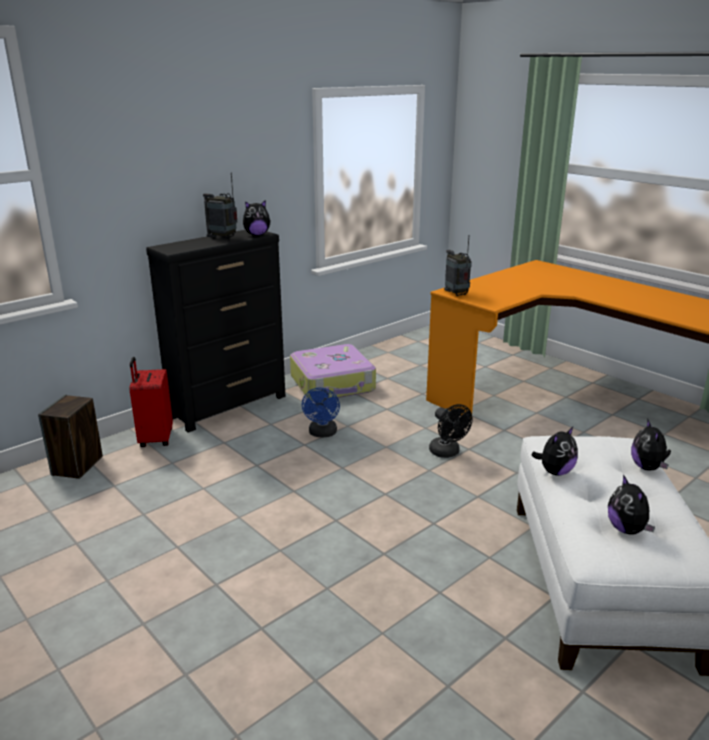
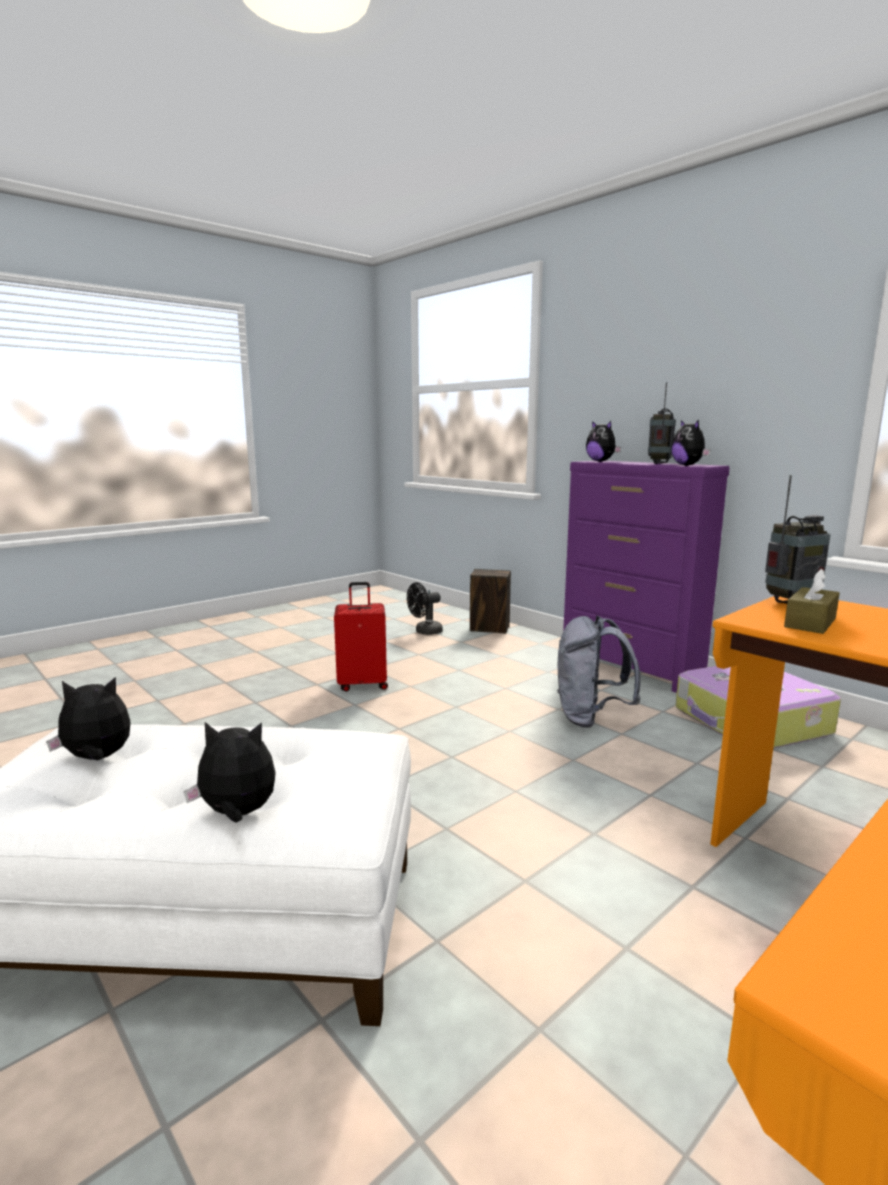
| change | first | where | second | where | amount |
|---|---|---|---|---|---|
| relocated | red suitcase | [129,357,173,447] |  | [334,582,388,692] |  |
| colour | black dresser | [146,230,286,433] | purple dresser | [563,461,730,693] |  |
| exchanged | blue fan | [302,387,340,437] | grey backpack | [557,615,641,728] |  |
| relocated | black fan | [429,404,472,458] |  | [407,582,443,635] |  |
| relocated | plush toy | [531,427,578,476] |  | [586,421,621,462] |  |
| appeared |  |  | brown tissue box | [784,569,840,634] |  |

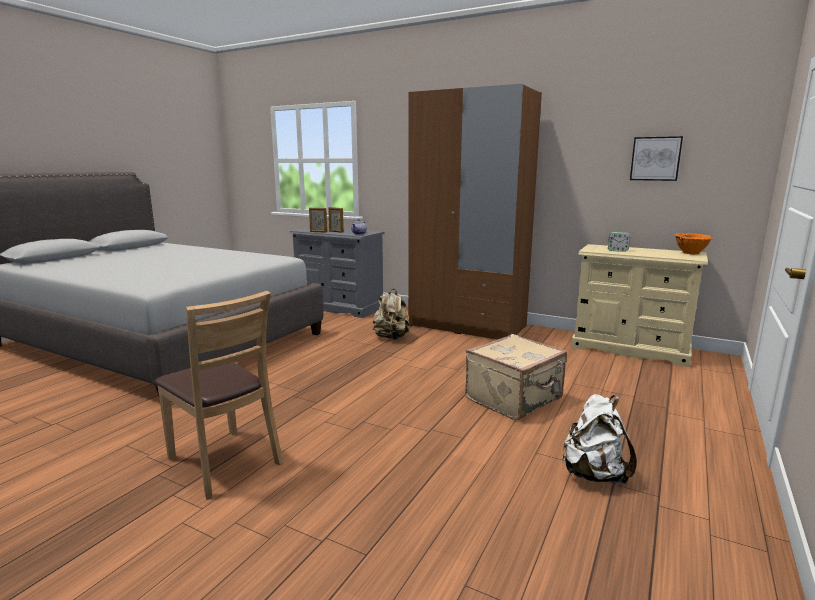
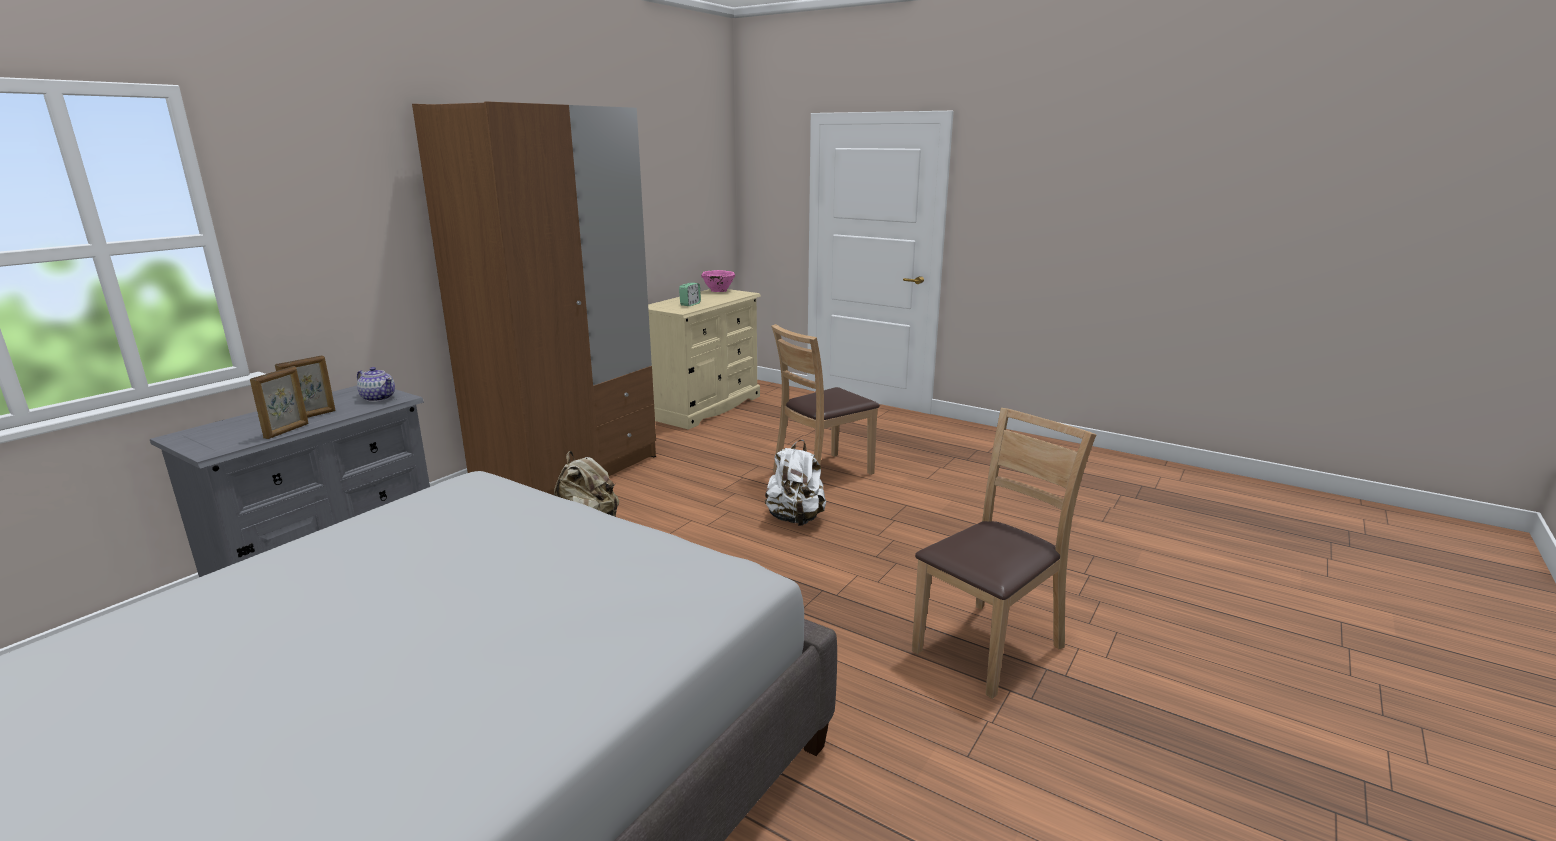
| change | first | where | second | where | amount |
|---|---|---|---|---|---|
| exchanged | beige suitcase | [465,334,567,420] | brown chair | [771,324,880,475] |  |
| relocated | white backpack | [561,394,637,484] |  | [765,440,826,526] |  |
| missing | picture | [630,136,683,181] |  |  |  |
| colour | orange bowl | [675,233,712,255] | pink bowl | [701,270,735,292] |  |

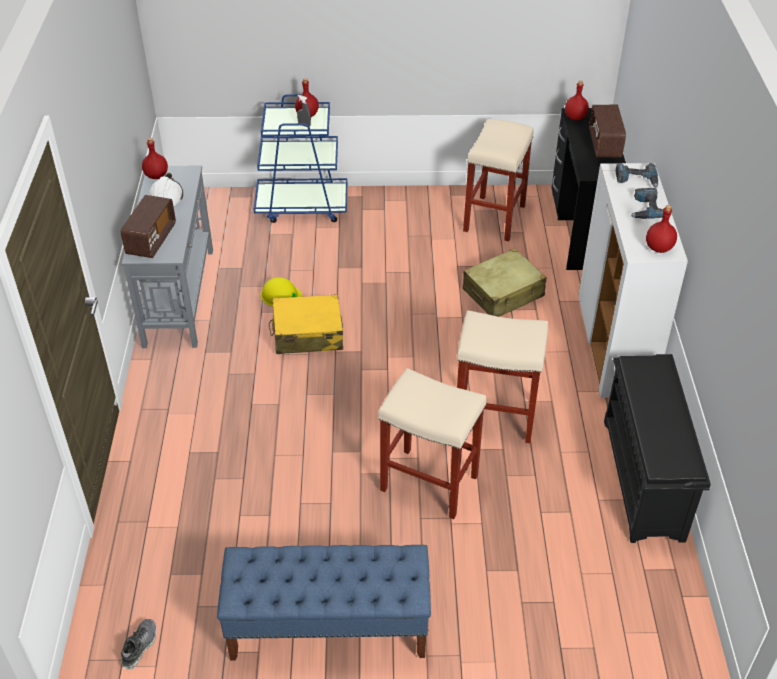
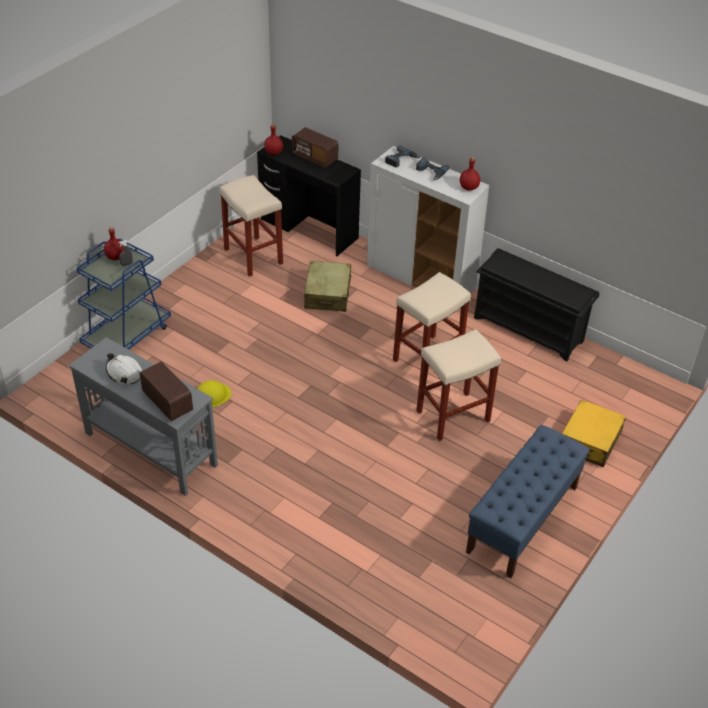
| change | first | where | second | where | amount |
|---|---|---|---|---|---|
| missing | shoe | [121,619,157,670] |  |  |  |
| missing | red bottle | [142,138,168,179] |  |  |  |
| relocated | yellow suitcase | [269,294,343,354] |  | [562,399,626,467] |  |

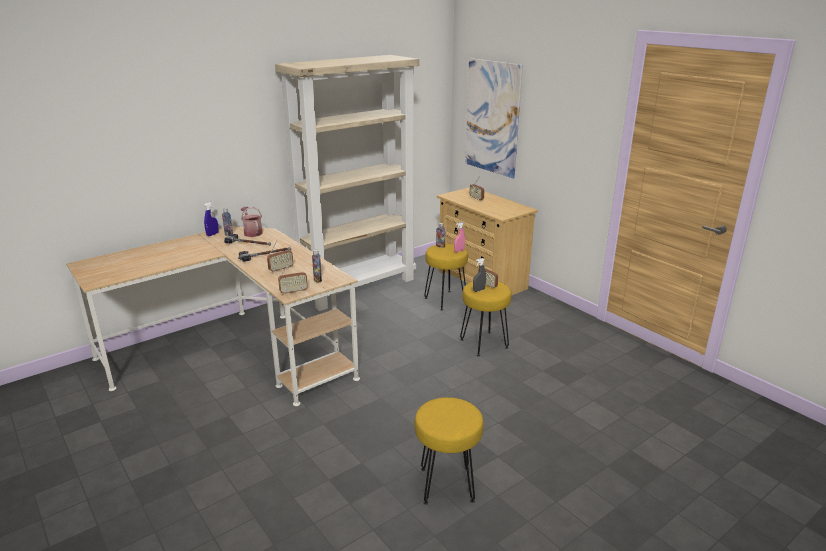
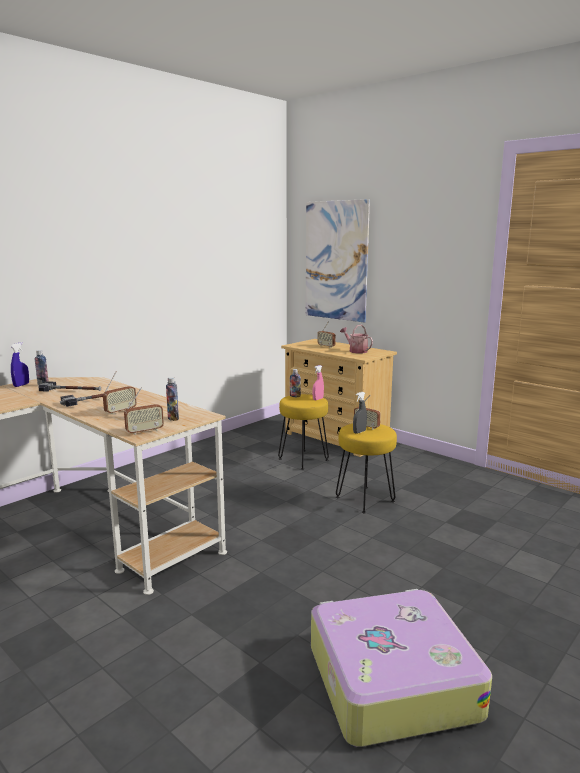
| change | first | where | second | where | amount |
|---|---|---|---|---|---|
| relocated | watering can | [241,207,263,237] |  | [340,325,373,353] |  |
| missing | beige bookcase | [275,55,419,311] |  |  |  |
| exchanged | yellow stool | [415,397,484,505] | suitcase | [311,589,492,747] |  |

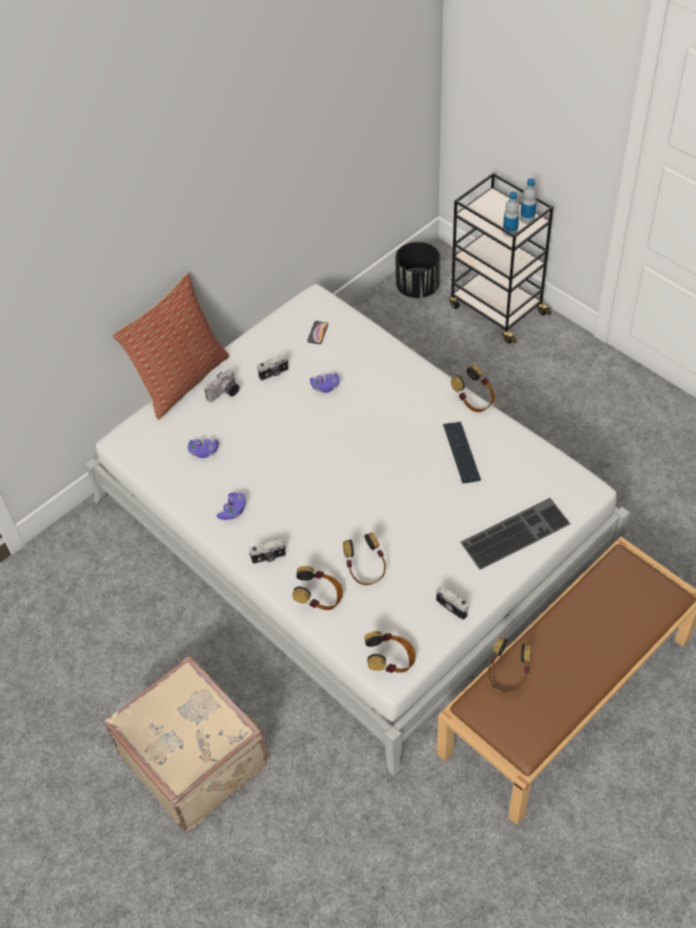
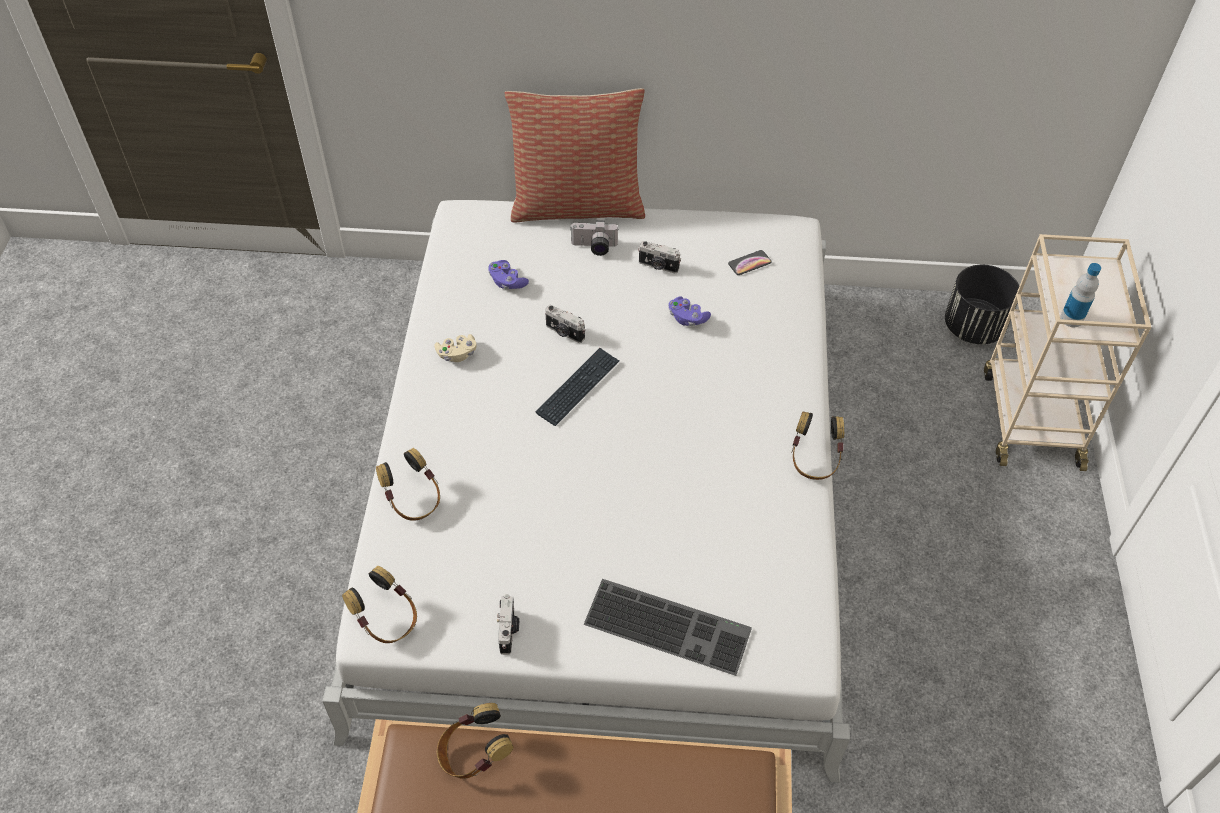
| change | first | where | second | where | amount |
|---|---|---|---|---|---|
| missing | beige suitcase | [105,656,267,832] |  |  |  |
| colour | purple game controller | [217,492,246,520] | beige game controller | [435,334,477,362] |  |
| relocated | photo camera | [249,539,286,564] |  | [545,305,585,343] |  |
| missing | headphones | [343,532,386,585] |  |  |  |
| relocated | keyboard | [443,422,481,483] |  | [536,348,619,426] |  |
| colour | black cart | [449,173,553,344] | beige cart | [984,234,1151,471] |  |
| missing | bottle | [520,178,537,224] |  |  |  |

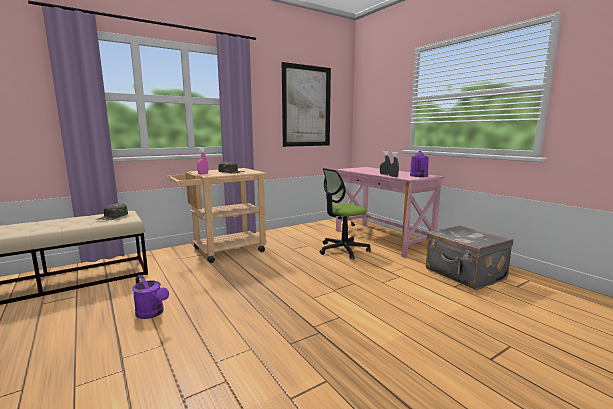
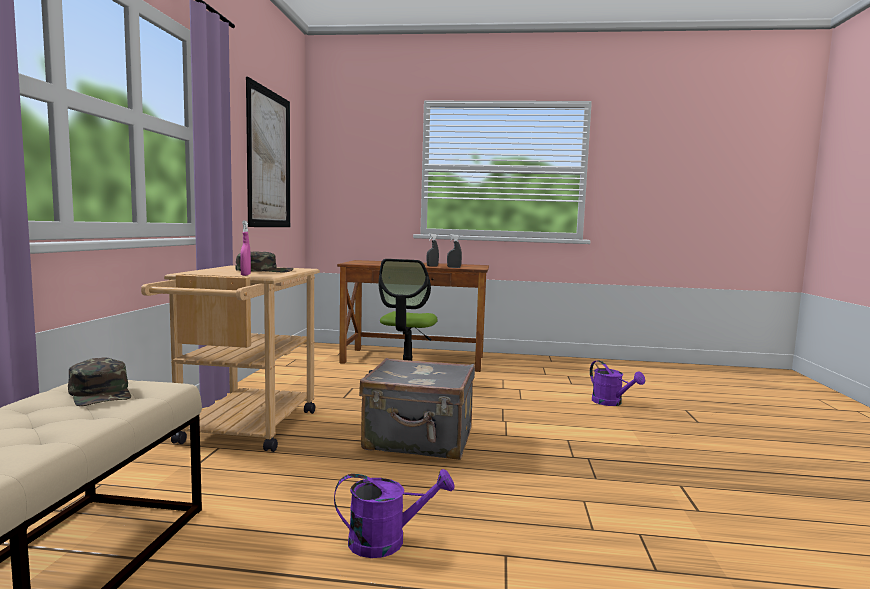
| change | first | where | second | where | amount |
|---|---|---|---|---|---|
| colour | pink desk | [335,167,444,258] | brown desk | [337,260,489,372] |  |
| relocated | purple watering can | [410,151,429,177] |  | [590,360,645,406] |  |
| relocated | grey suitcase | [426,225,513,290] |  | [359,358,475,460] |  |

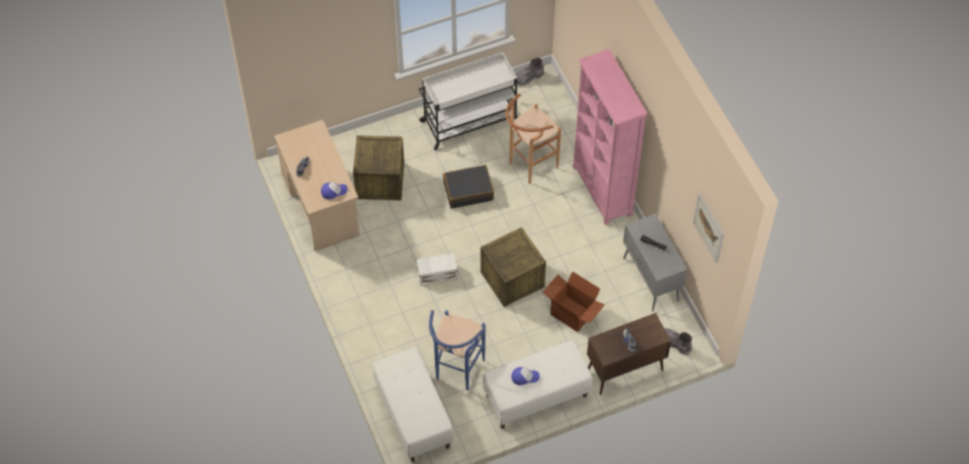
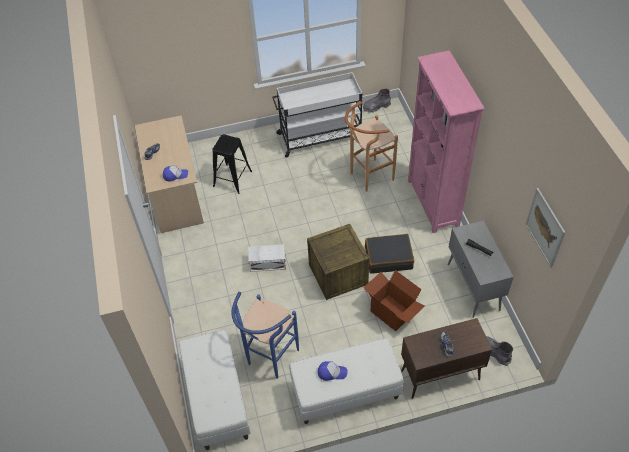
| change | first | where | second | where | amount |
|---|---|---|---|---|---|
| exchanged | crate | [353,135,404,200] | black stool | [212,134,252,194] |  |
| relocated | black suitcase | [443,165,494,209] |  | [365,234,414,274] |  |

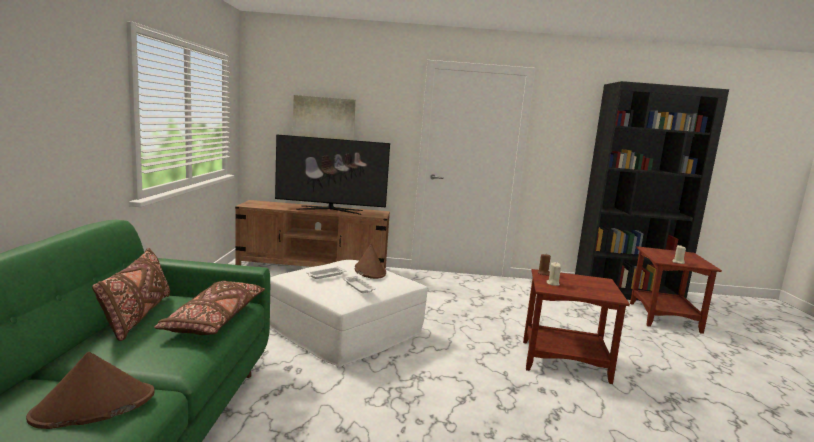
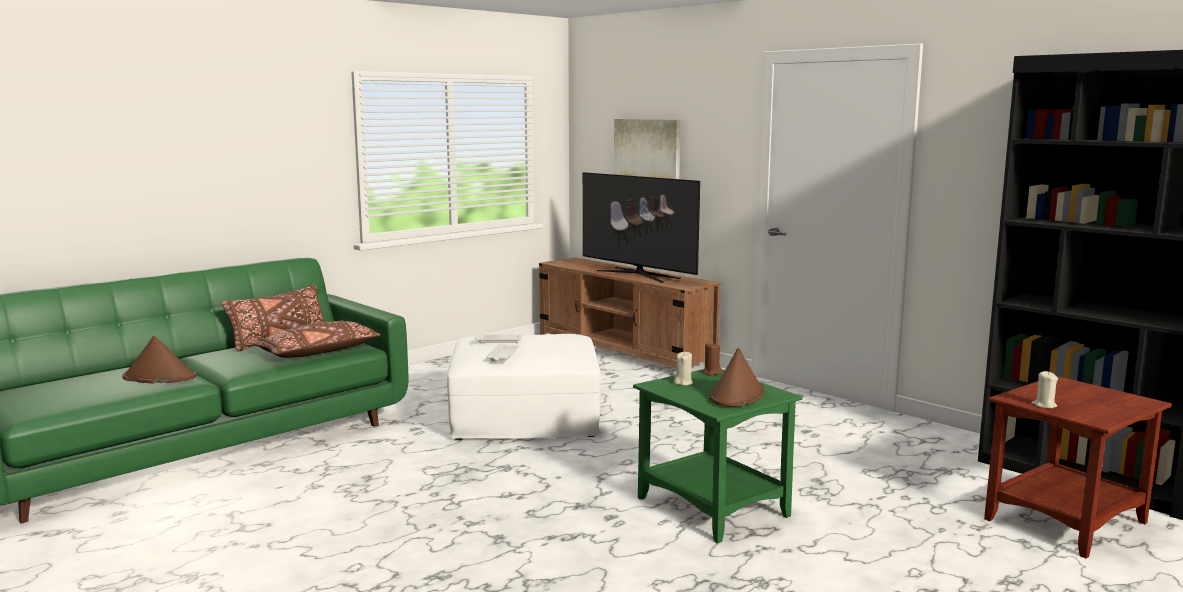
| change | first | where | second | where | amount |
|---|---|---|---|---|---|
| relocated | brown hat | [355,243,386,279] |  | [709,348,765,407] |  |
| colour | brown side table | [523,269,630,384] | green side table | [633,369,802,543] |  |

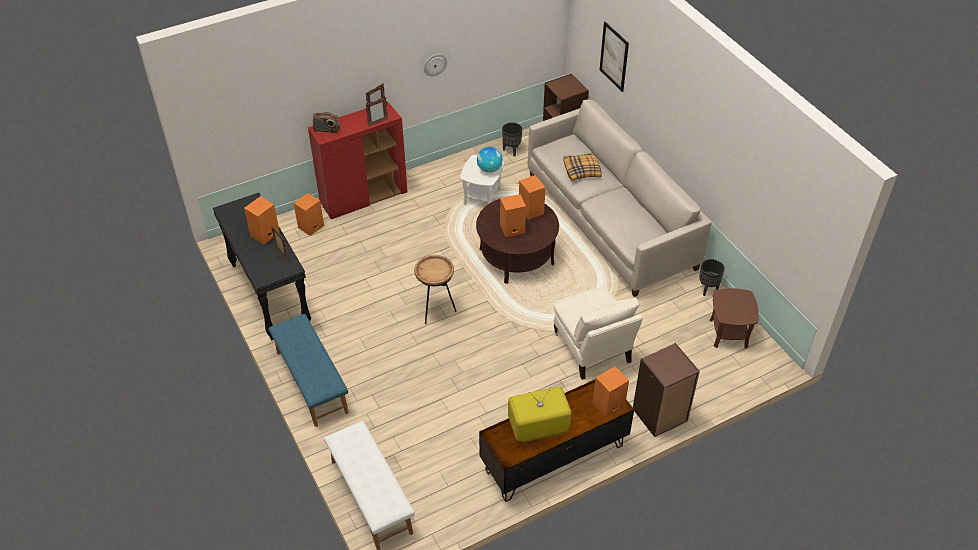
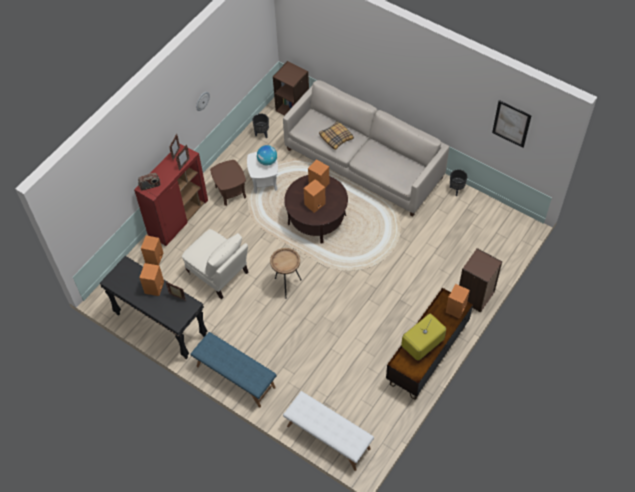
| change | first | where | second | where | amount |
|---|---|---|---|---|---|
| relocated | beige armchair | [553,287,643,380] |  | [182,229,248,299] |  |
| relocated | picture | [600,22,629,92] |  | [492,100,532,148] |  |
| relocated | brown side table | [710,288,759,349] |  | [210,160,246,206] |  |

